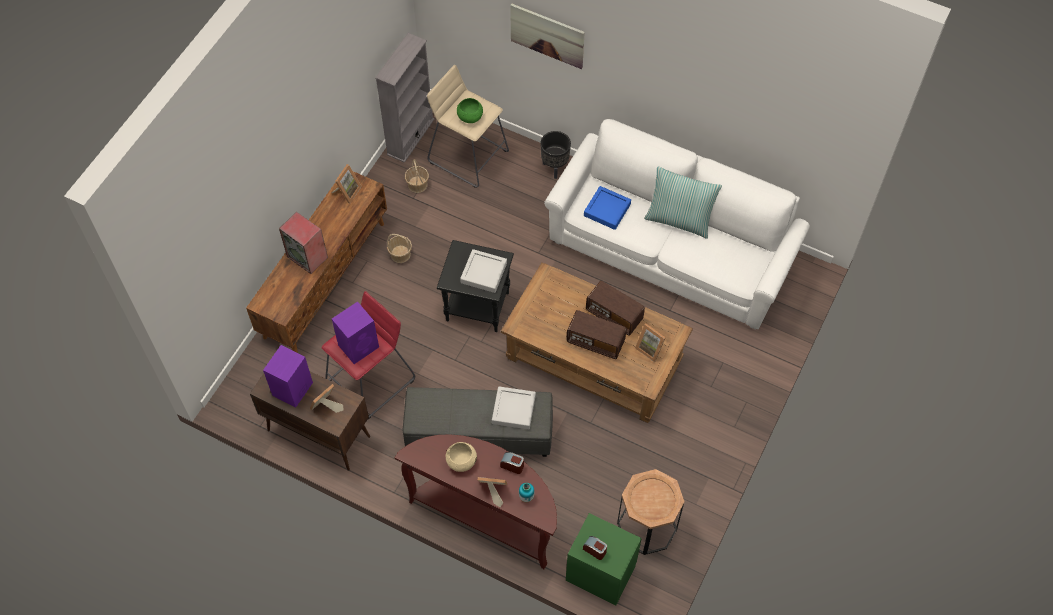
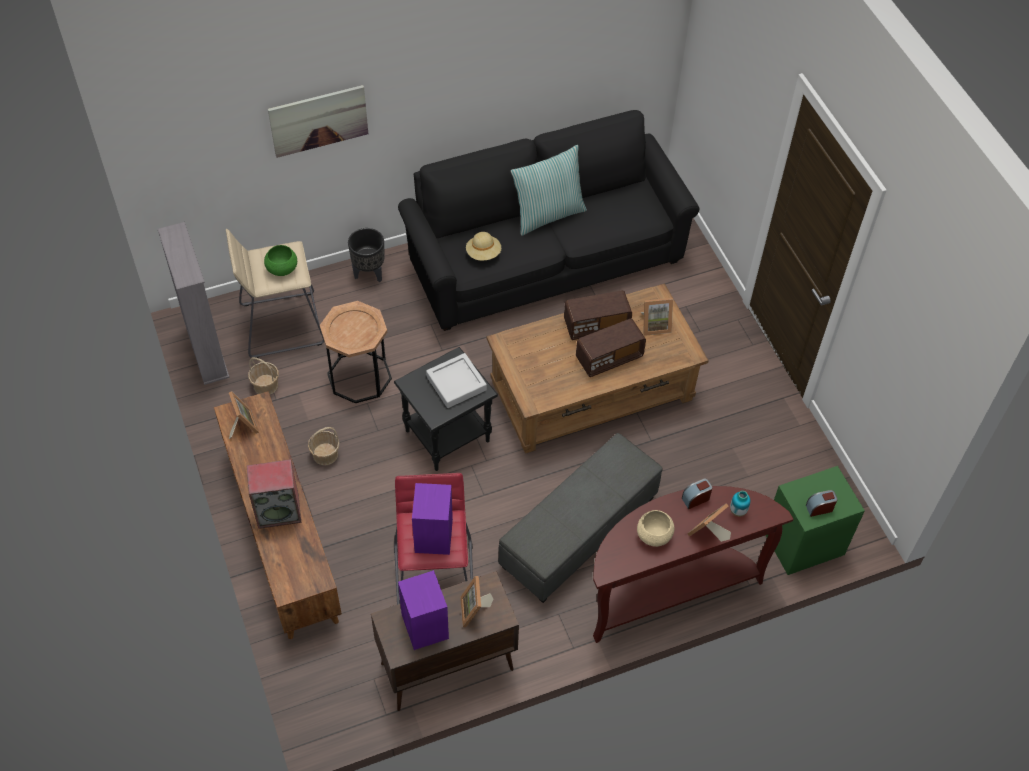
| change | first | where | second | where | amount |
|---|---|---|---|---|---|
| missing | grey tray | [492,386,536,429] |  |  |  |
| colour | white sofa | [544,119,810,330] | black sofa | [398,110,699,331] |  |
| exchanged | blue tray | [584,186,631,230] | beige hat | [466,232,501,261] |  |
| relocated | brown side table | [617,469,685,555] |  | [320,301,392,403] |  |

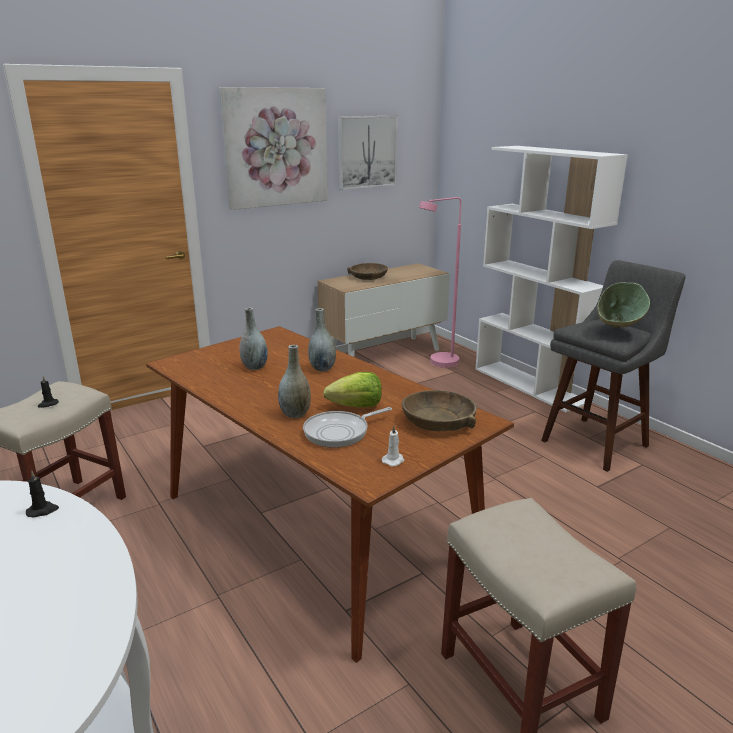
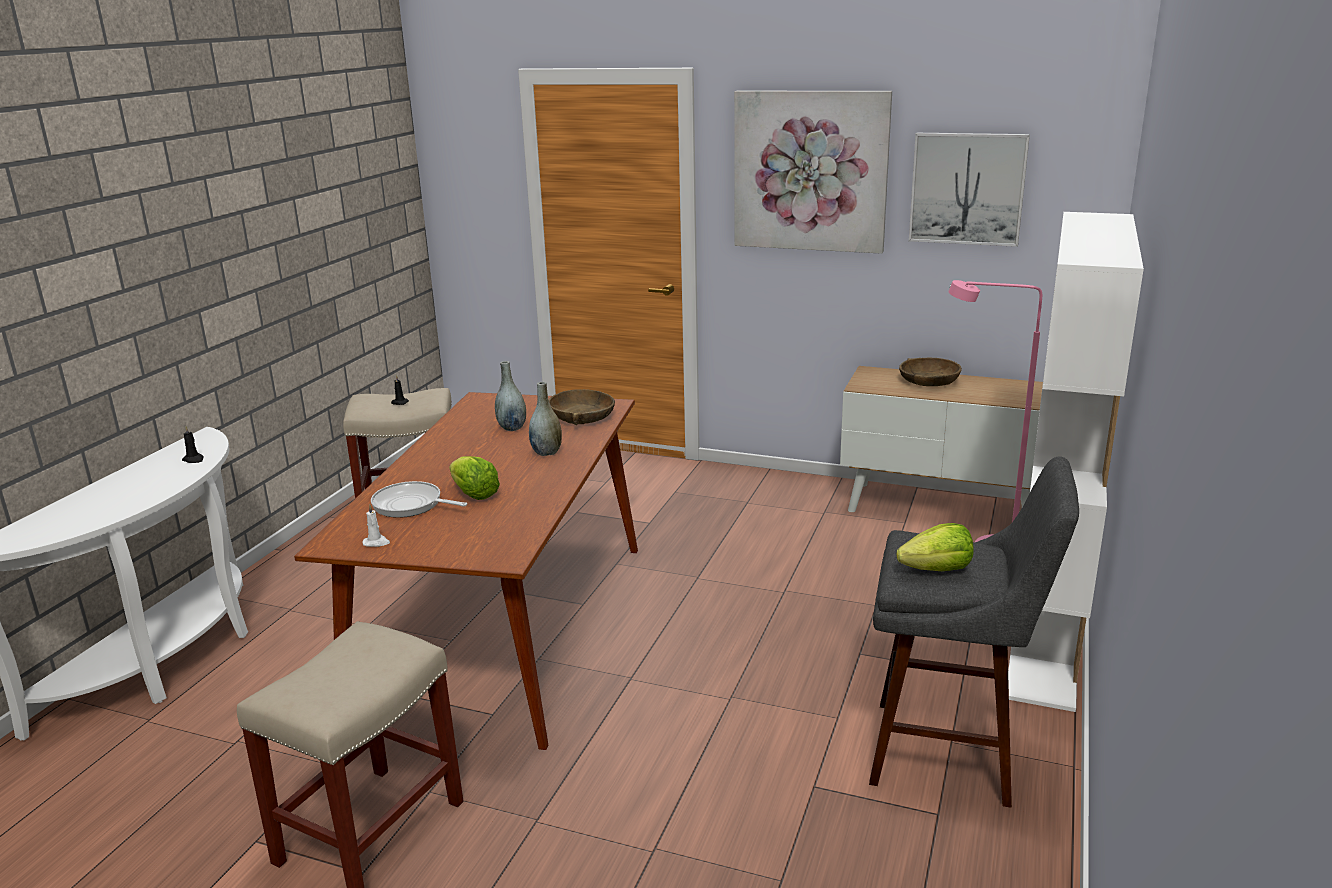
| change | first | where | second | where | amount |
|---|---|---|---|---|---|
| missing | grey vase | [278,345,311,418] |  |  |  |
| relocated | brown bowl | [402,390,477,431] |  | [549,389,615,425] |  |
| exchanged | green bowl | [597,282,650,328] | lettuce | [897,523,974,571] |  |

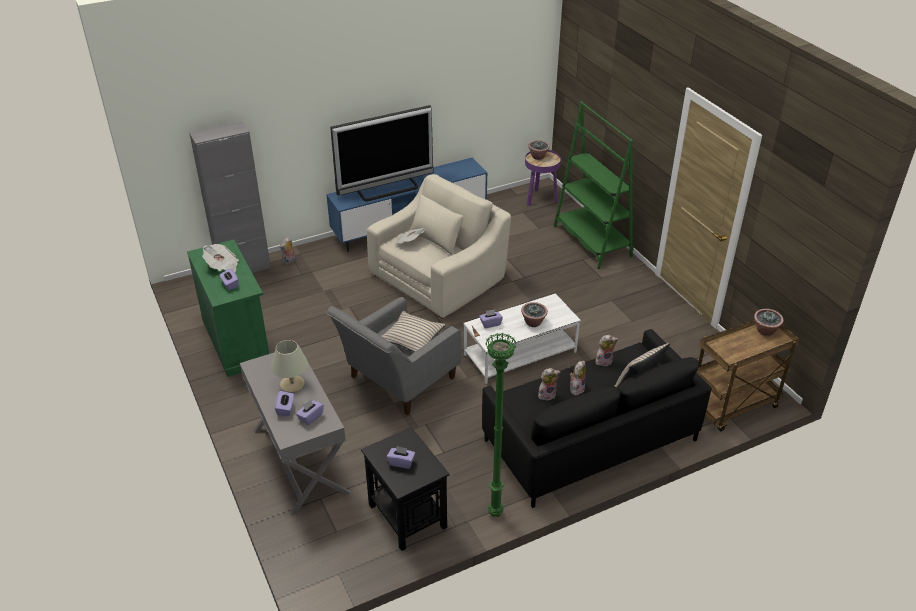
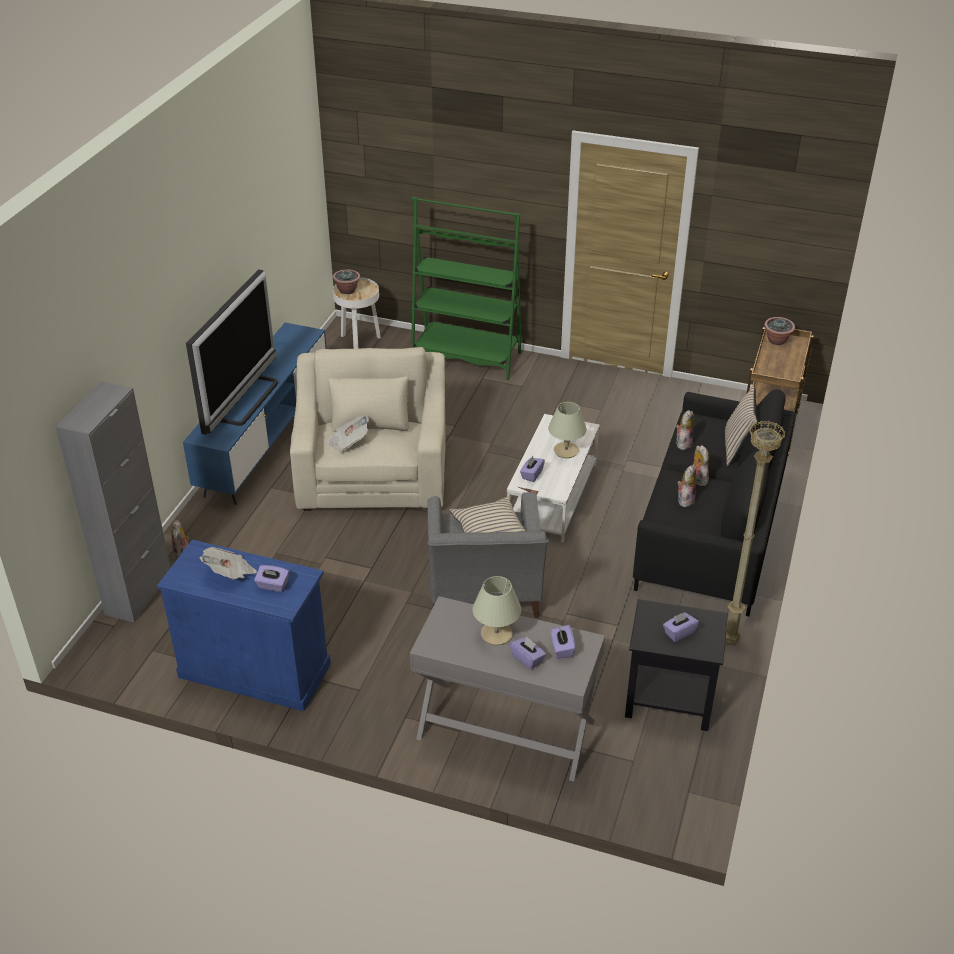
| change | first | where | second | where | amount |
|---|---|---|---|---|---|
| colour | green cabinet | [187,239,270,377] | blue cabinet | [157,540,331,711] |  |
| colour | green floor lamp | [485,333,516,517] | beige floor lamp | [725,421,785,646] |  |
| exchanged | potted plant | [521,302,548,327] | beige table lamp | [548,402,587,458] |  |
| colour | purple side table | [525,150,561,206] | white side table | [333,277,381,349] |  |

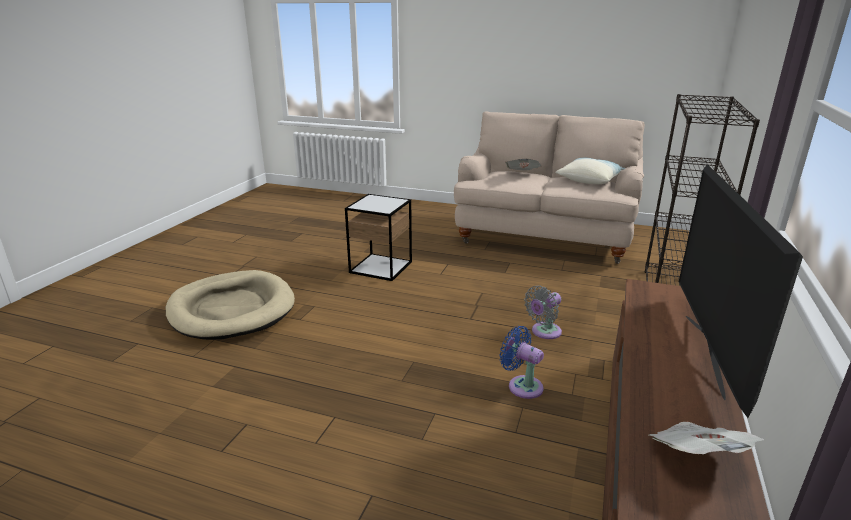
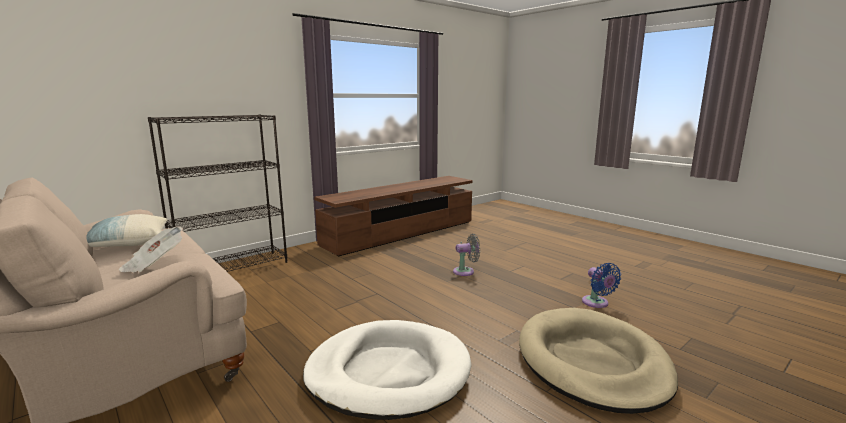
| change | first | where | second | where | amount |
|---|---|---|---|---|---|
| exchanged | side table | [345,194,412,281] | white dog bed | [303,320,472,420] |  |
| relocated | blue fan | [500,326,544,399] |  | [582,263,621,308] |  |
| relocated | grey fan | [524,286,562,339] |  | [453,234,480,276] |  |
| missing | newspaper | [649,422,764,454] |  |  |  |
| missing | television | [679,164,803,418] |  |  |  |

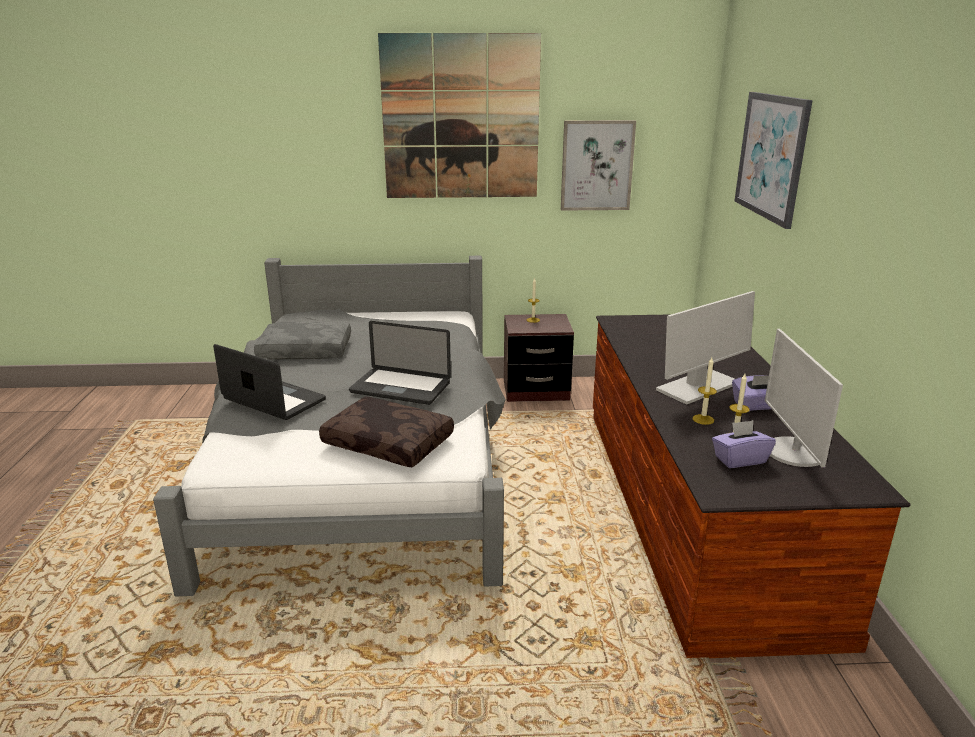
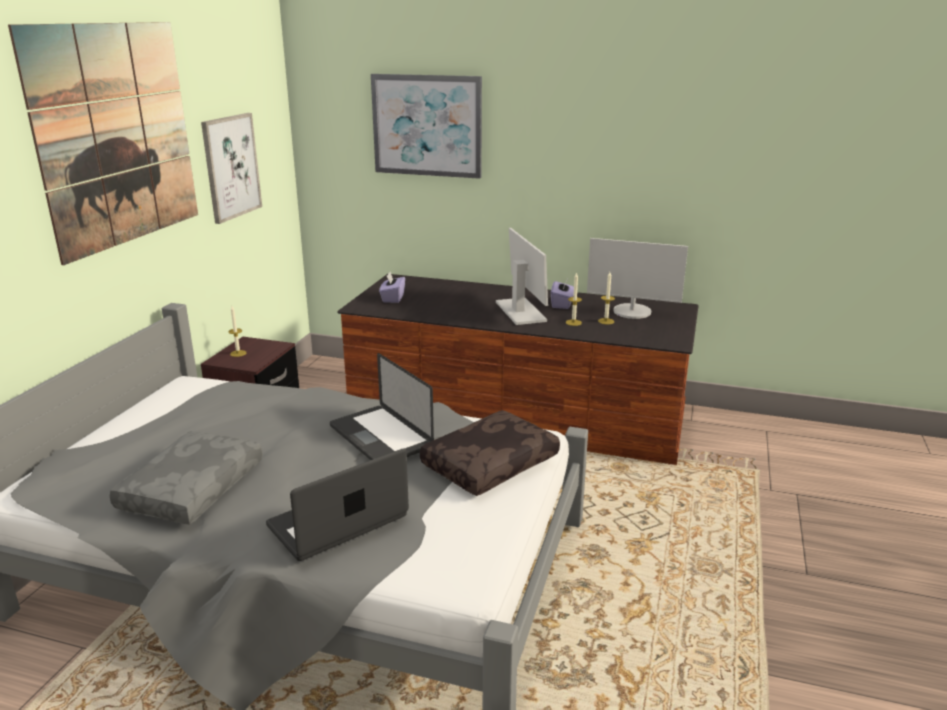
| change | first | where | second | where | amount |
|---|---|---|---|---|---|
| spun | laptop | [349,321,451,405] |  | [330,353,434,460] | 105 degrees clockwise |
| relocated | purple tissue box | [712,420,776,468] |  | [379,272,405,303] |  |

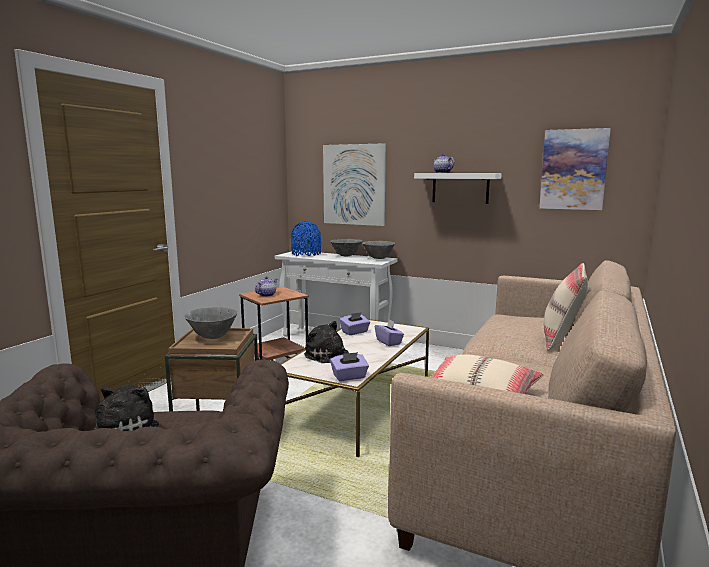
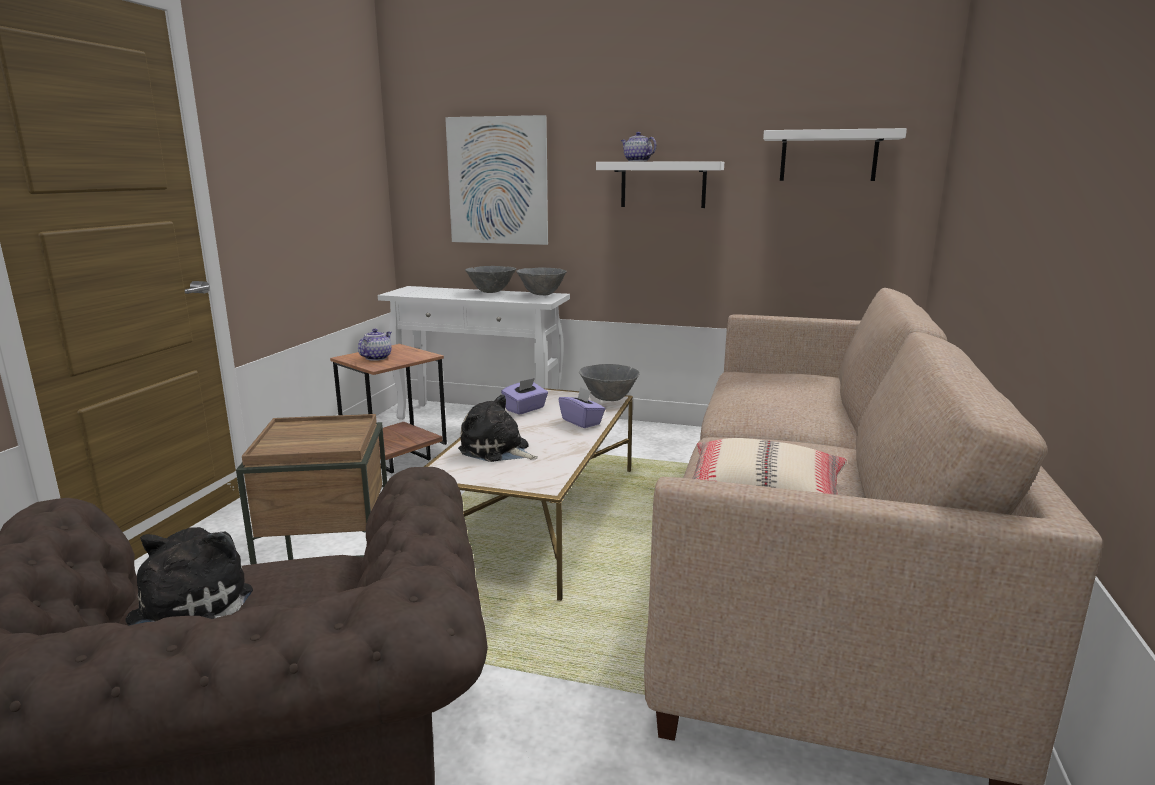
| change | first | where | second | where | amount |
|---|---|---|---|---|---|
| relocated | grey bowl | [184,307,237,339] |  | [579,364,640,401] |  |
| missing | blue vase | [291,221,321,256] |  |  |  |
| missing | purple tissue box | [330,352,369,381] |  |  |  |
| exchanged | picture | [539,128,611,210] | white shelf | [763,128,907,181] |  |
| missing | beige pillow | [544,263,589,350] |  |  |  |

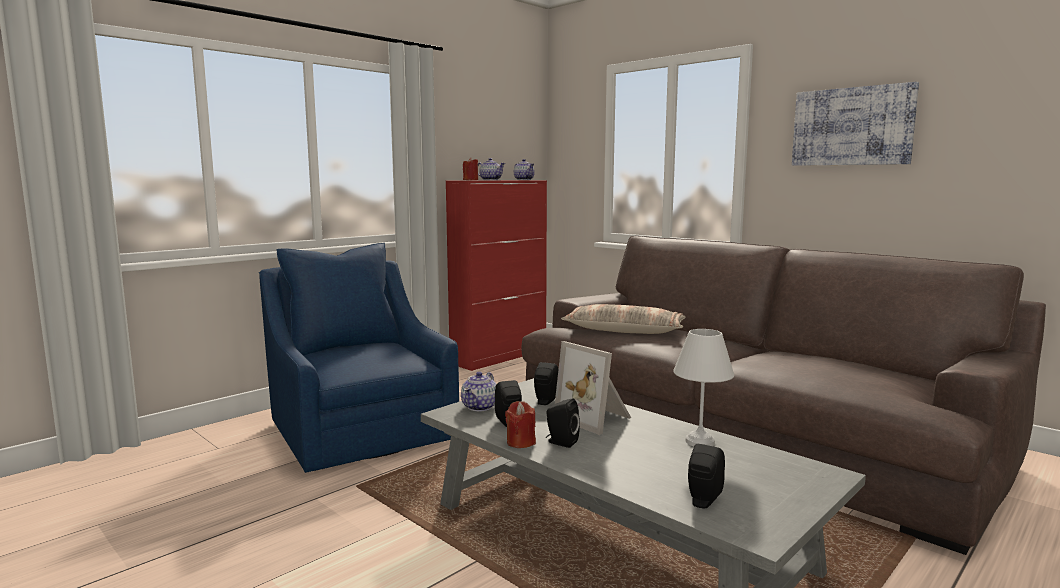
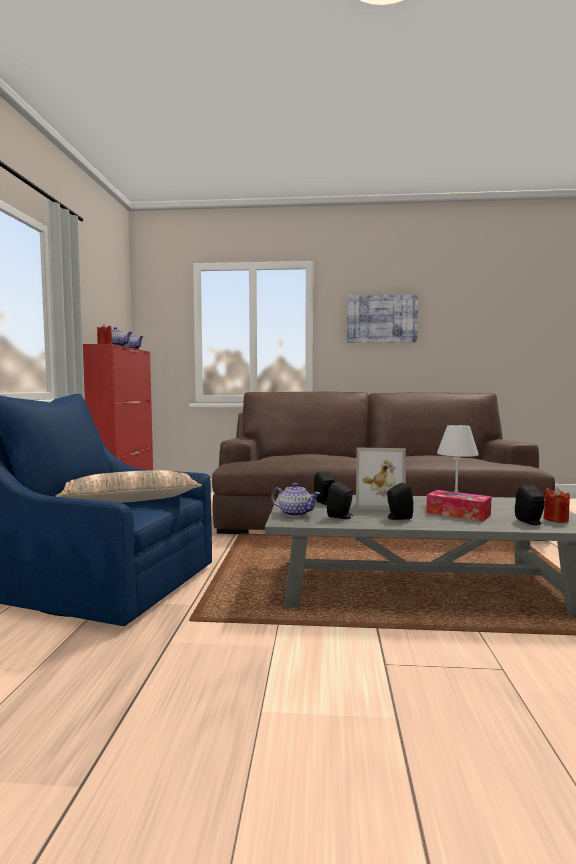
| change | first | where | second | where | amount |
|---|---|---|---|---|---|
| spun | teapot | [461,371,496,411] |  | [271,483,320,517] | 45 degrees counterclockwise |
| relocated | red candle | [505,401,536,448] |  | [543,487,570,523] |  |
| relocated | pillow | [561,304,686,334] |  | [55,470,202,503] |  |
| appeared |  |  | tissue box | [426,490,492,522] |  |

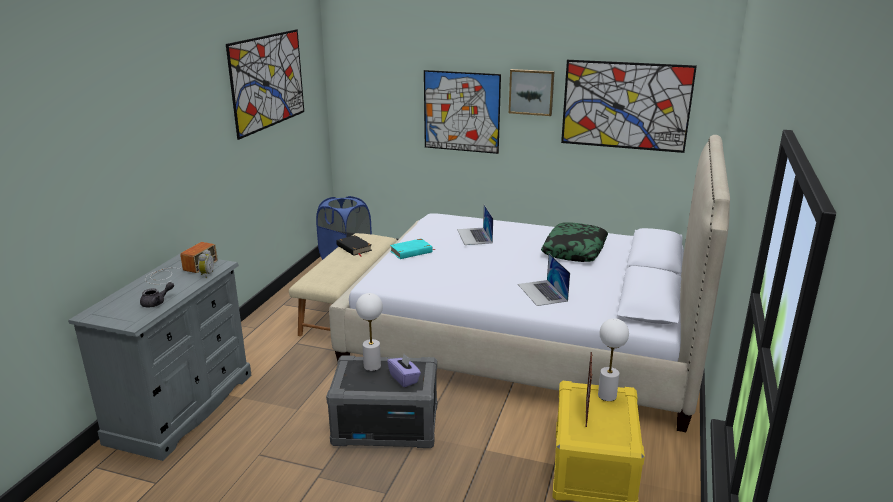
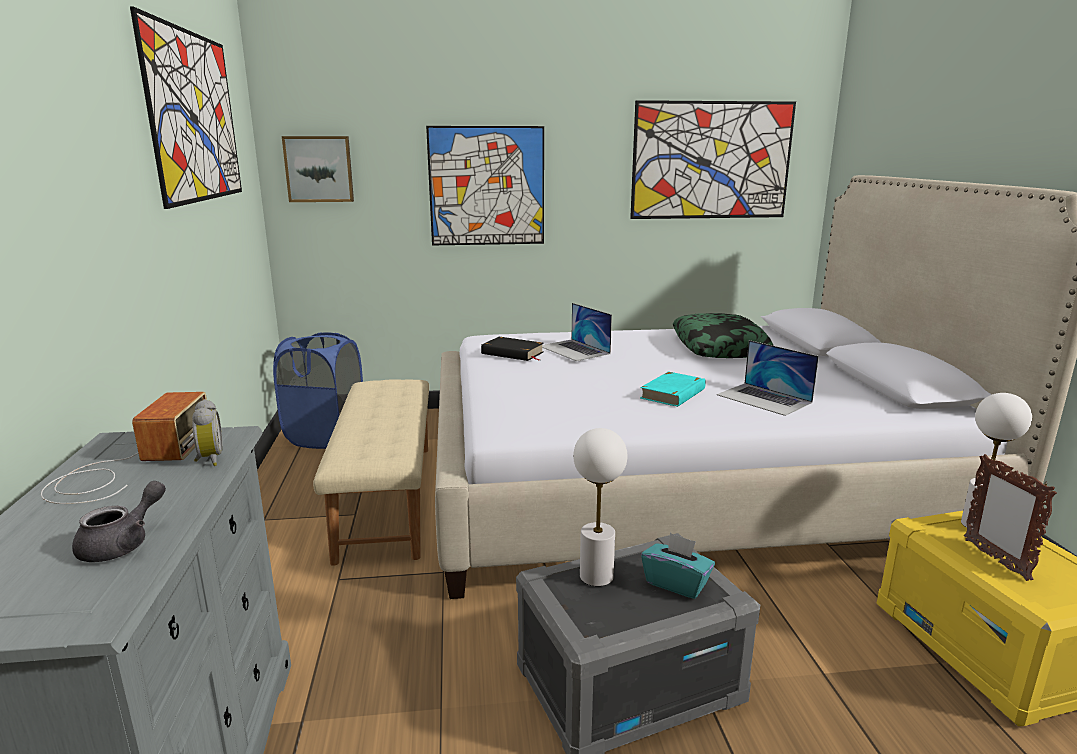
| change | first | where | second | where | amount |
|---|---|---|---|---|---|
| relocated | black book | [336,235,372,257] |  | [481,337,544,361] |  |
| colour | purple tissue box | [387,354,421,387] | turquoise tissue box | [641,533,715,599] |  |
| relocated | turquoise book | [390,238,436,259] |  | [640,372,706,407] |  |
| relocated | picture | [509,69,554,116] |  | [282,136,354,202] |  |

